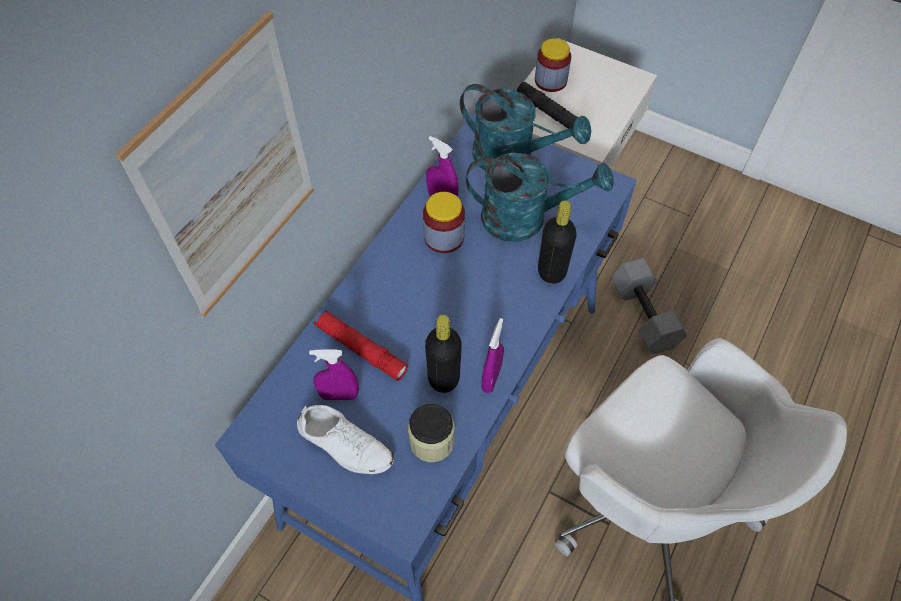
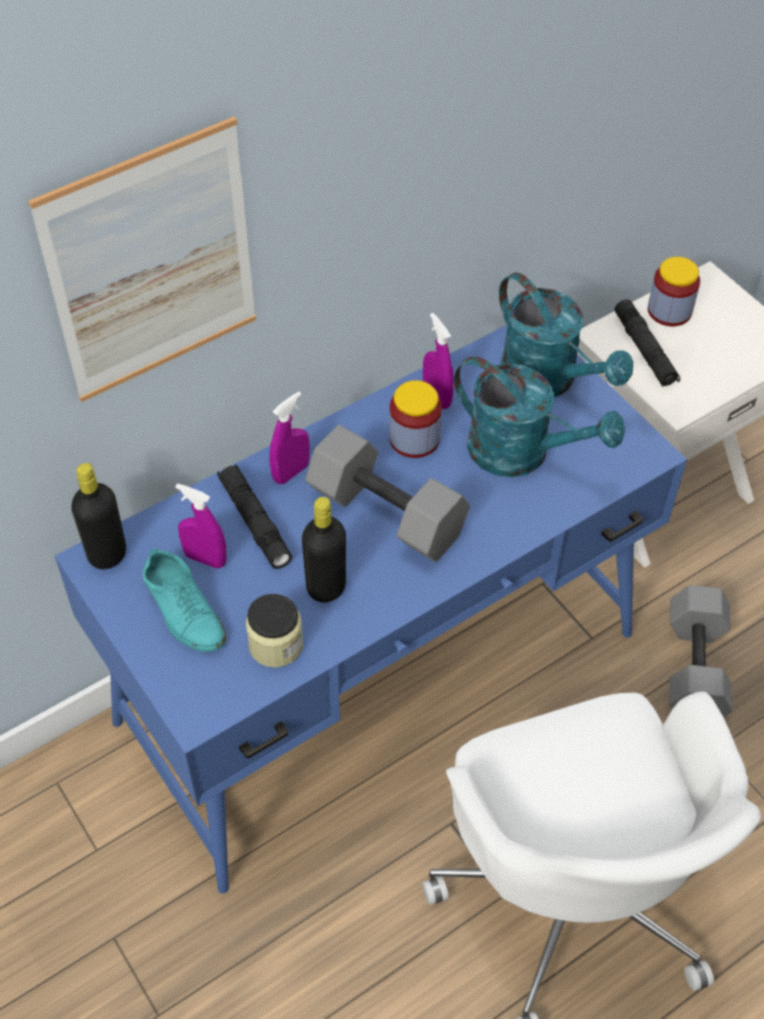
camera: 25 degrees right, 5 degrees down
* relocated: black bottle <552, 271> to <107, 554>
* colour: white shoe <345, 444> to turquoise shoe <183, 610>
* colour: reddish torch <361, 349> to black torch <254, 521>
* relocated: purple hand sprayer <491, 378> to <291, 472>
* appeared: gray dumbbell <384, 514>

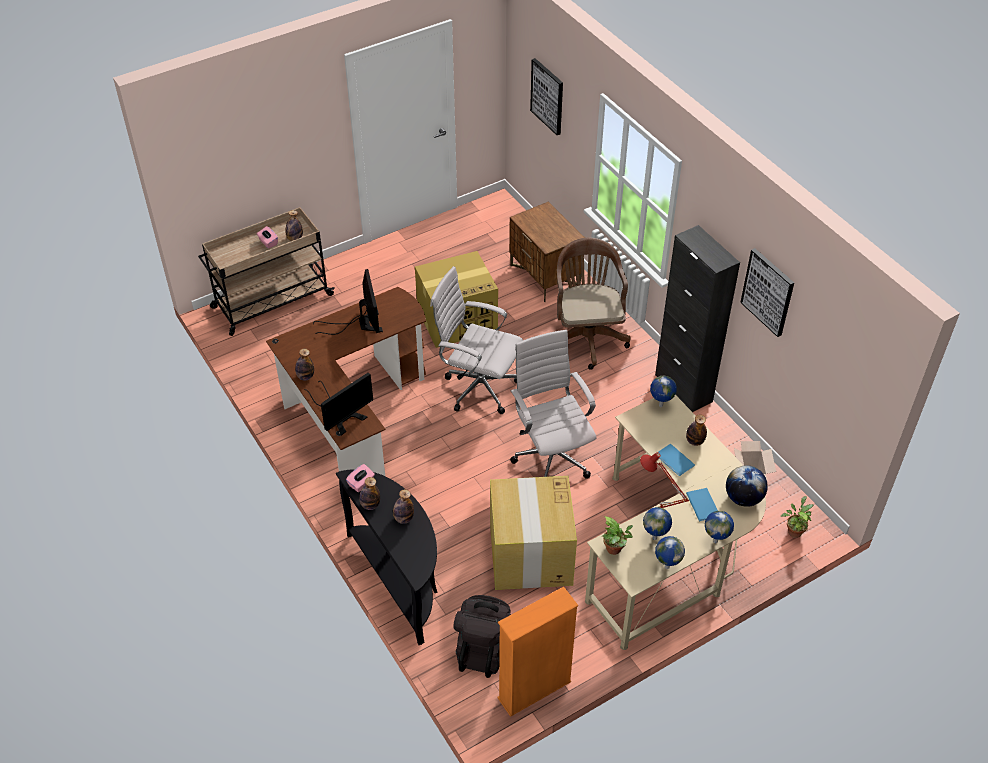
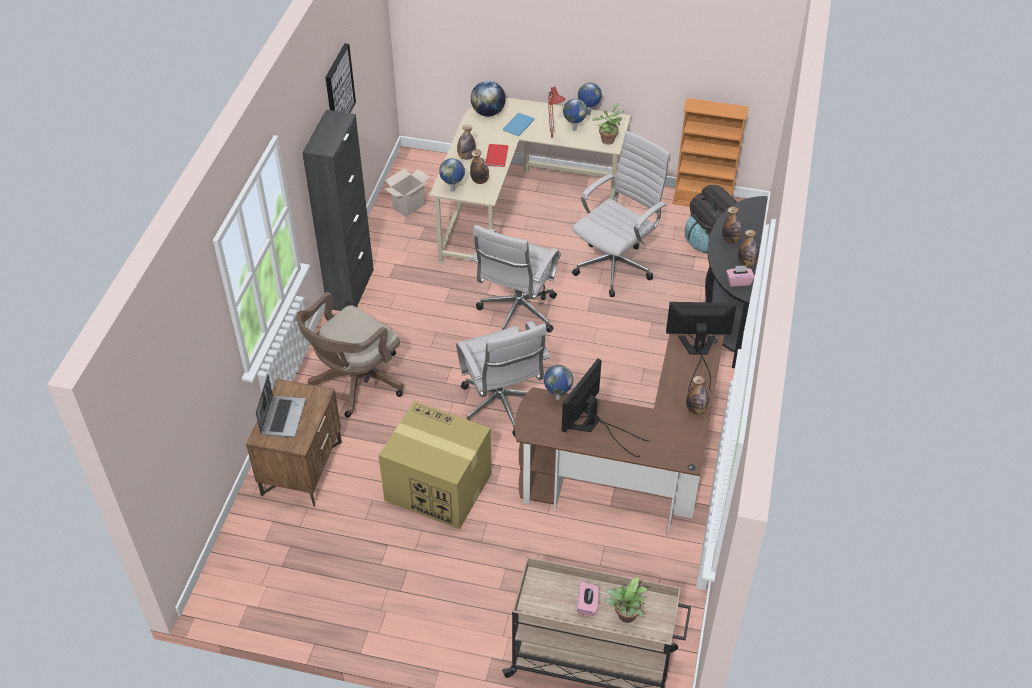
camera: 135 degrees left, 0 degrees up
* appeared: notebook computer <282, 416>
* relocated: bottle <295, 239> to <480, 181>
* colour: blue book <674, 461> to reddish book <497, 155>
* relocated: world globe <716, 541> to <557, 398>
* exchanged: cardboard box <530, 556> to white office chair <616, 266>
* relocated: houseplant <794, 530> to <625, 617>
* missing: wall art <547, 96>

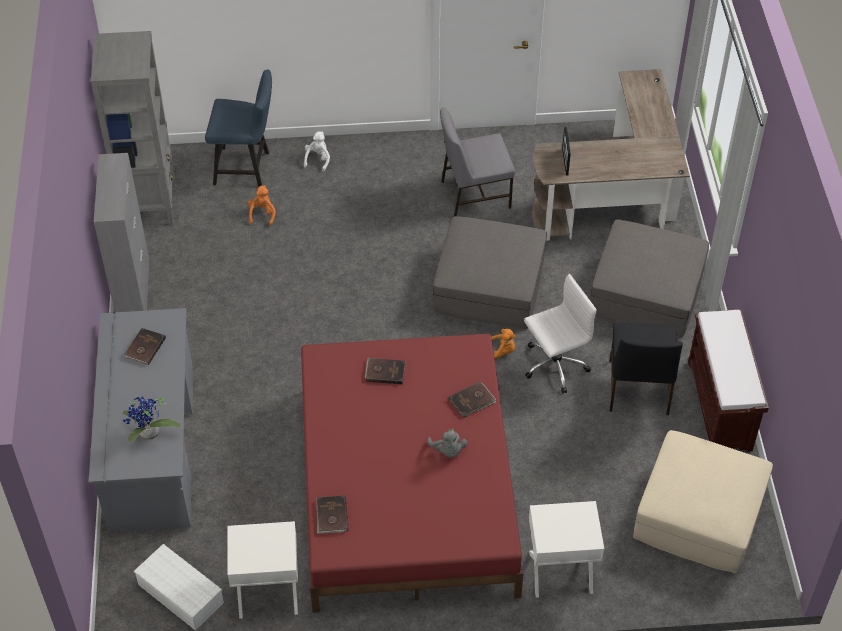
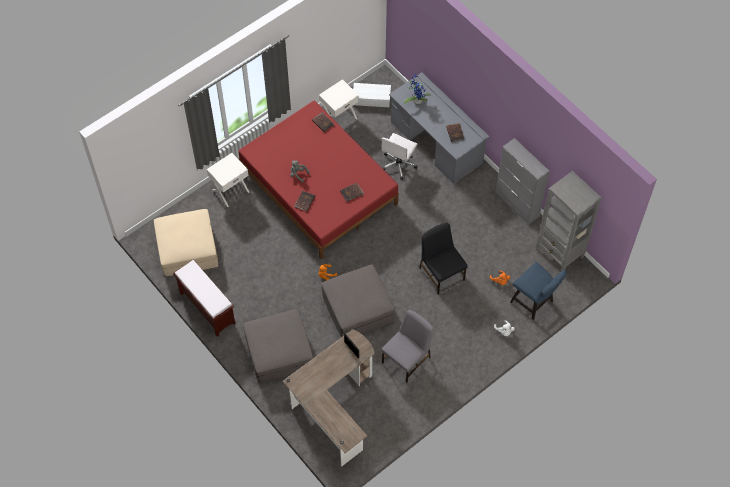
camera: 145 degrees right, 10 degrees up
* relocated: white office chair <554, 366> to <398, 164>
* relocated: black upright chair <638, 388> to <441, 273>
* spun: blue upright chair <246, 168> = <534, 303> 105 degrees counterclockwise

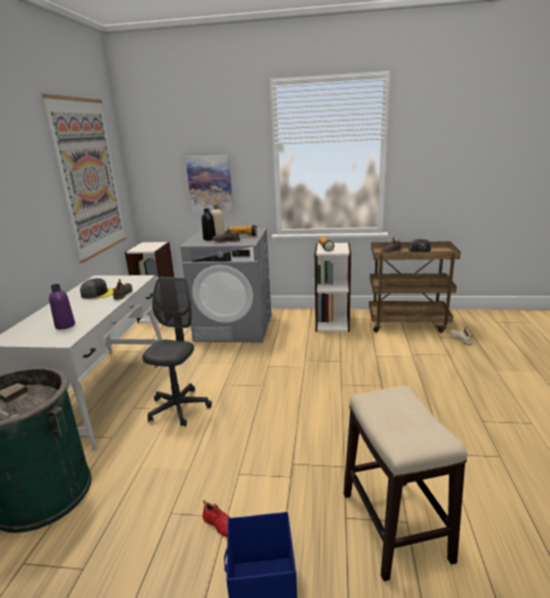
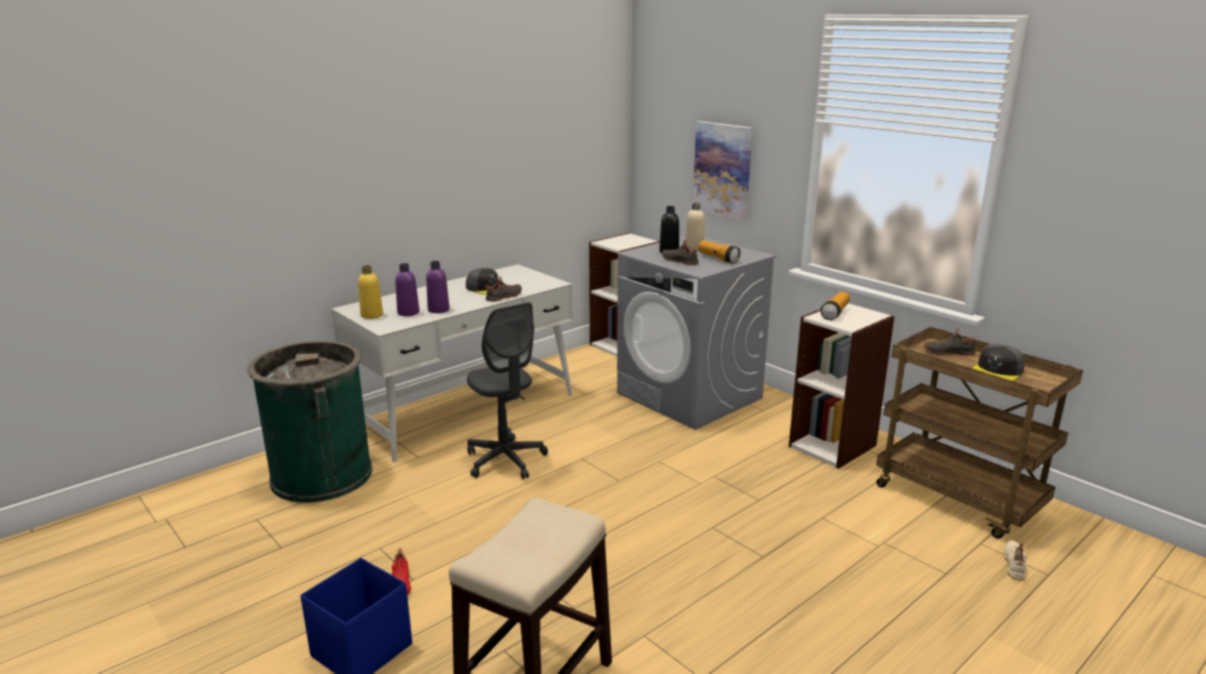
camera: 40 degrees right, 0 degrees up
* appeared: yellowish bottle <372, 315>
* appeared: purple bottle <438, 310>
* spun: gray office chair <179, 408> = <505, 460> 90 degrees clockwise
* missing: wall art <89, 178>

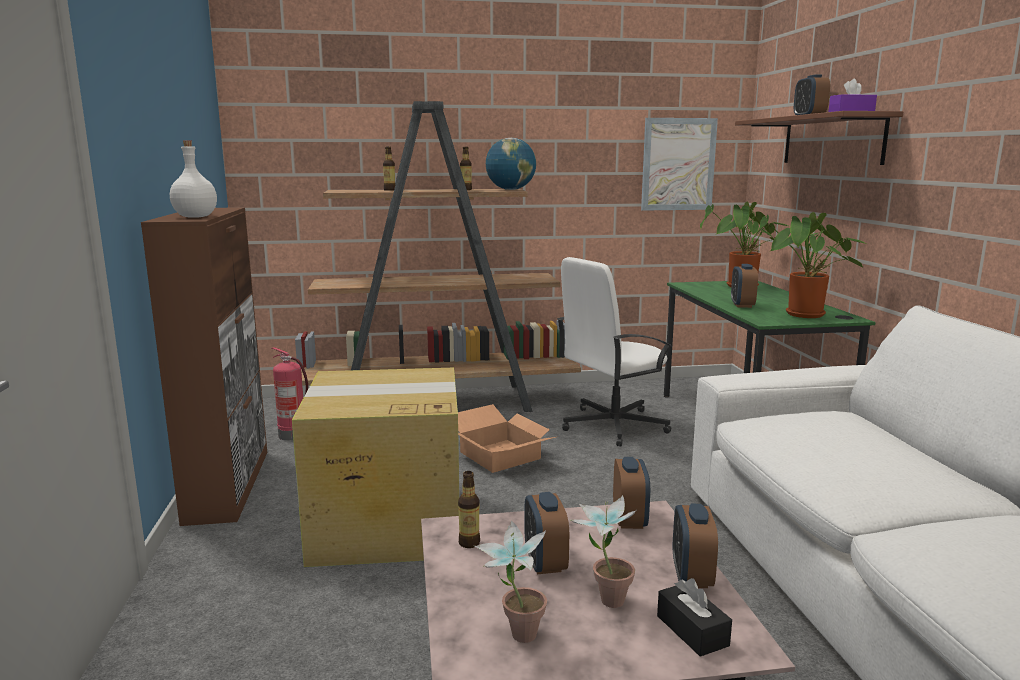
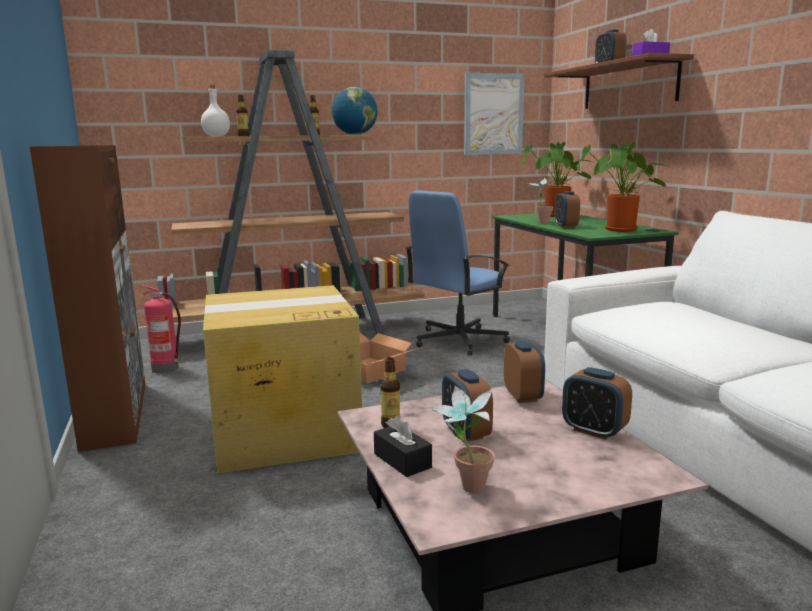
camera: 10 degrees left, 0 degrees up
* relocated: white bottle <195, 217> to <216, 136>
* relocated: black tissue box <692, 631> to <402, 461>
* colour: white office chair <612, 425> to blue office chair <458, 340>
* relocated: houseplant <604, 598> to <539, 222>
* spun: alarm clock <691, 576> = <594, 431> 45 degrees counterclockwise

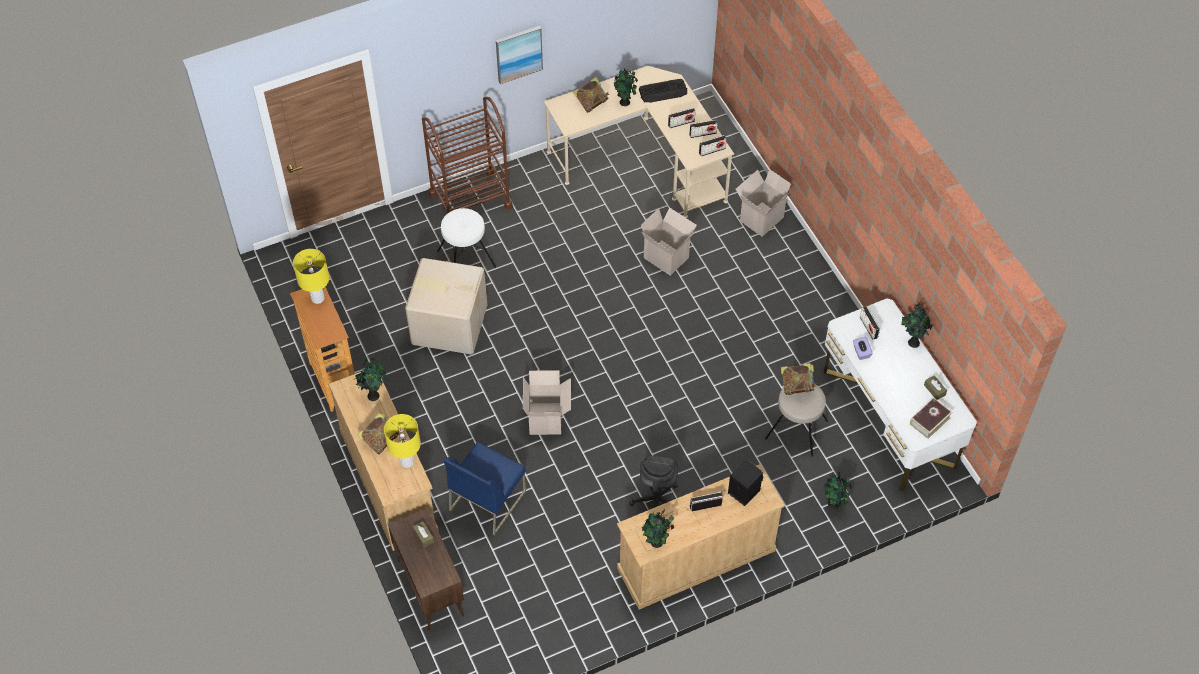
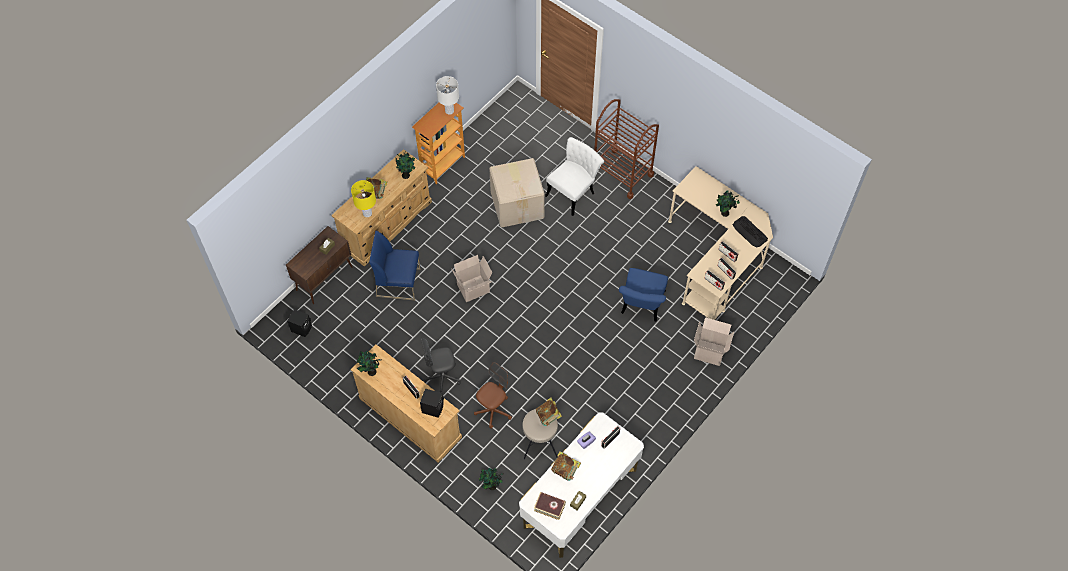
camera: 65 degrees right, 5 degrees up
* appeared: black speaker <302, 328>
* colour: yellowish table lamp <317, 298> to white table lamp <449, 110>
* appeared: brown office chair <493, 410>
* exchanged: white sitting stool <466, 258> to white upright chair <573, 191>
* relocated: book <591, 103> to <565, 470>
* exchanged: cardboard box <667, 257> to blue upright chair <641, 306>
* missing: wall art <518, 53>
* missing: houseplant <912, 342>

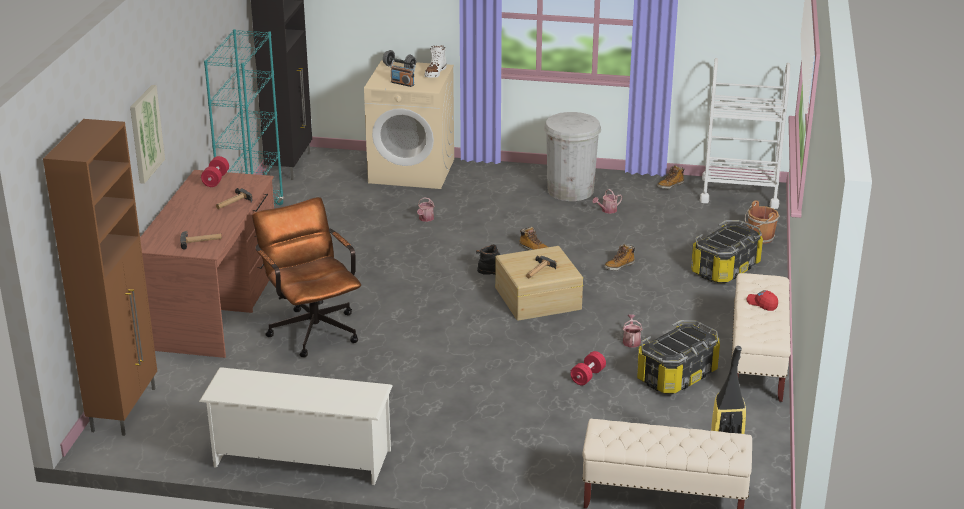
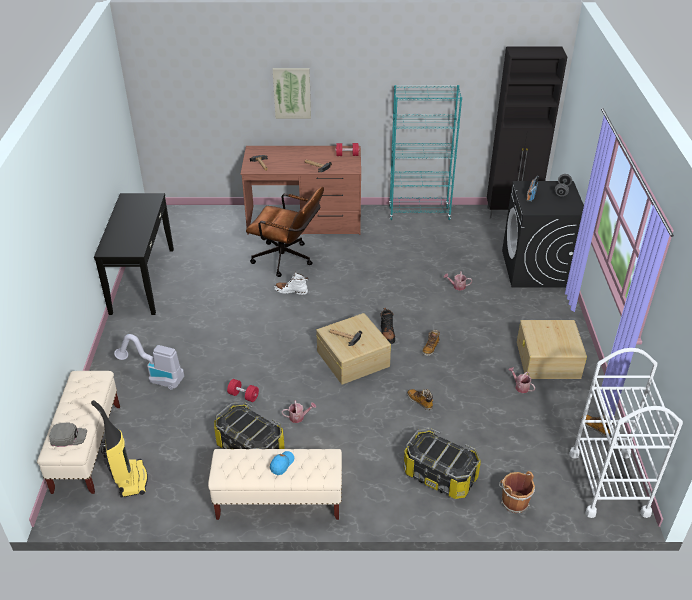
camera: 80 degrees right, 10 degrees up
* appeared: gray peaked cap <68, 437>
* exchanged: white shoe shelf <301, 458> to black hall table <142, 280>
* appeared: hoover <155, 377>
* spun: brown office chair <311, 327> = <287, 260> 60 degrees clockwise
* colour: reddish peaked cap <762, 304> to blue peaked cap <282, 464>
* relocated: white tall boot <435, 73> to <291, 291>
* colour: beige-coloured washing machine <412, 171> to black washing machine <535, 269>
* exchanged: white rubbish bin <570, 190> to beige-coloured storage container <548, 360>
* missing: brown cupboard <125, 409>

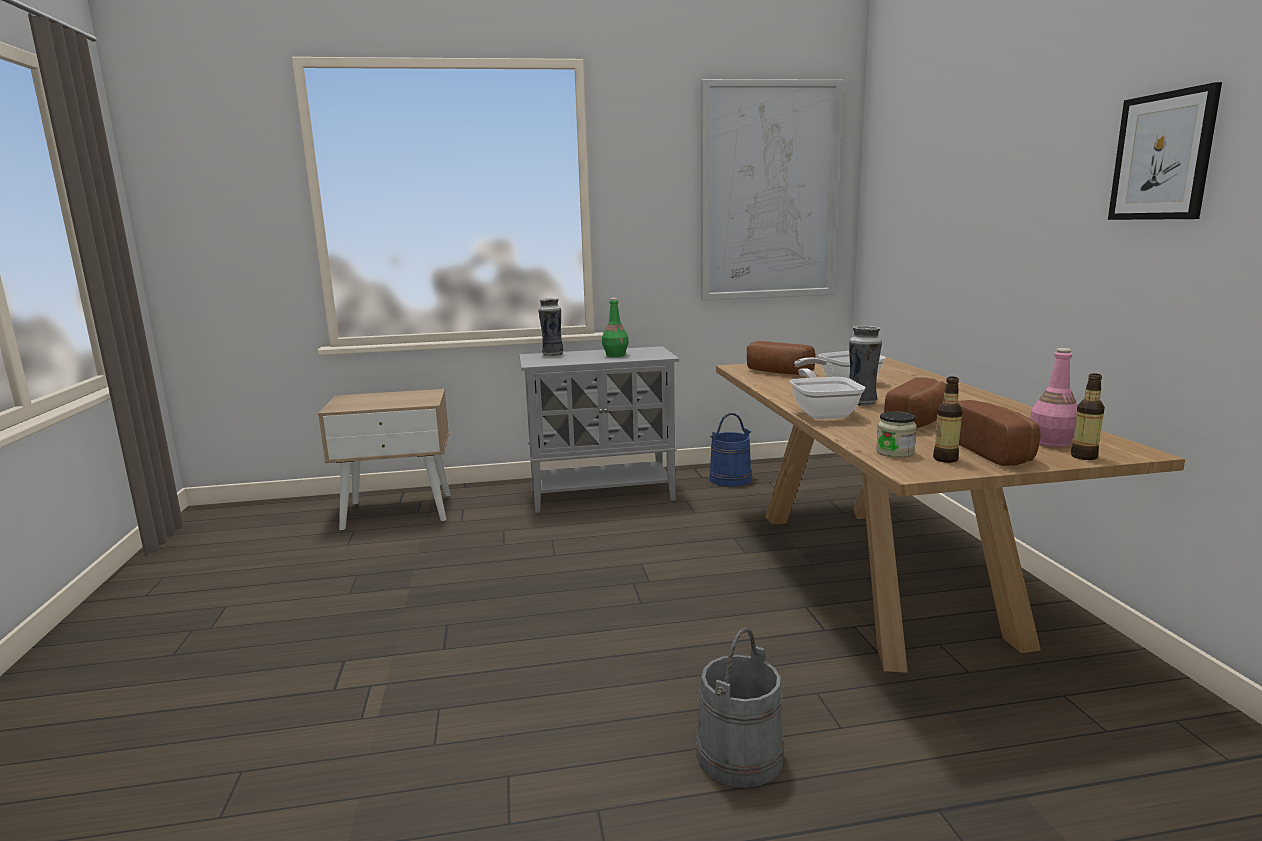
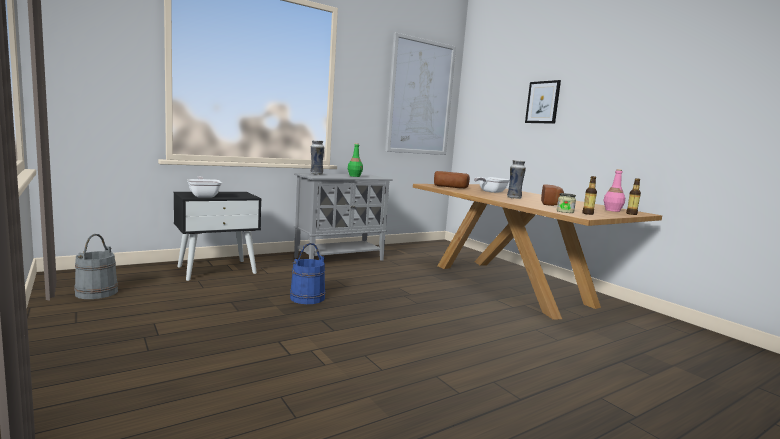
camera: 25 degrees left, 5 degrees down
* relocated: gray water bucket <740, 756> to <97, 292>
* colour: beige-coloured nightstand <398, 511> to black nightstand <217, 269>
* relocated: pan <823, 413> to <204, 196>
* relocated: blue water bucket <730, 479> to <307, 297>
* relocated: wall art <1162, 156> to <542, 102>
* missing: bread <994, 451>

